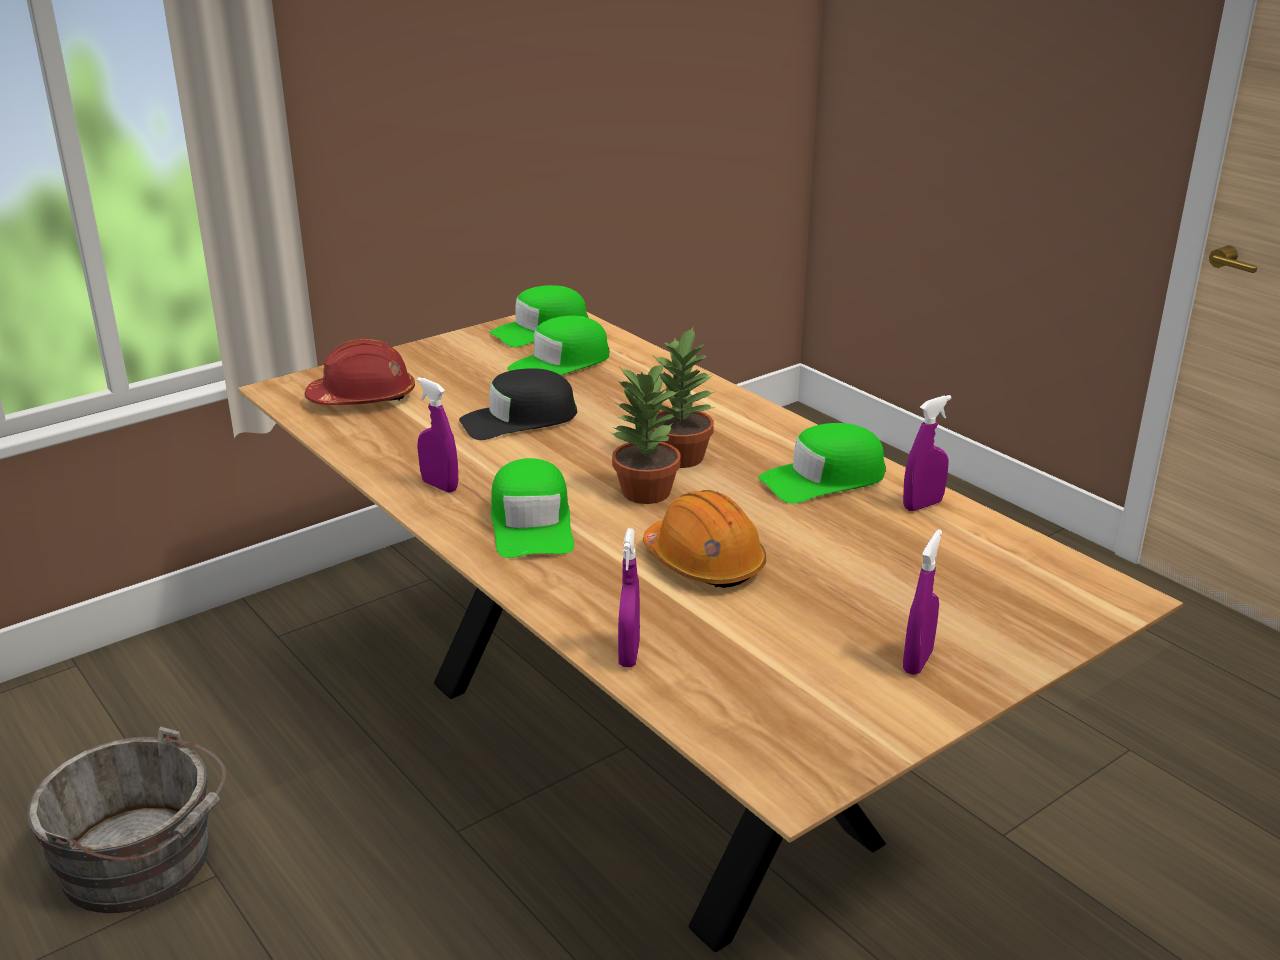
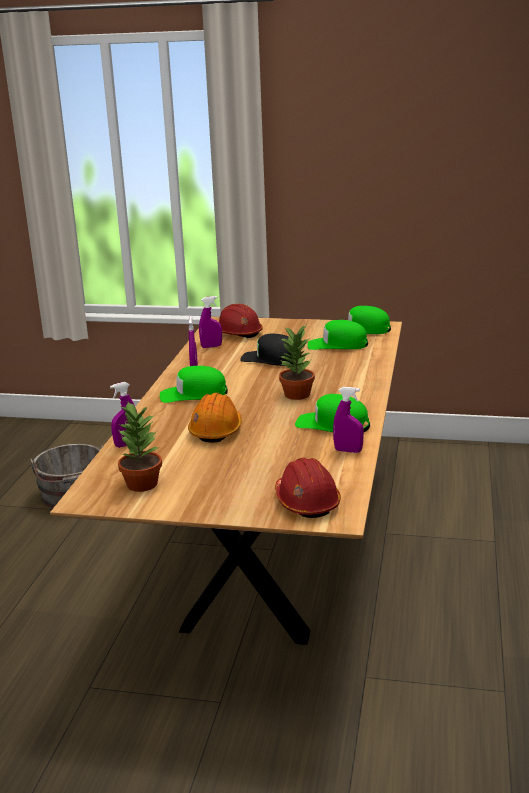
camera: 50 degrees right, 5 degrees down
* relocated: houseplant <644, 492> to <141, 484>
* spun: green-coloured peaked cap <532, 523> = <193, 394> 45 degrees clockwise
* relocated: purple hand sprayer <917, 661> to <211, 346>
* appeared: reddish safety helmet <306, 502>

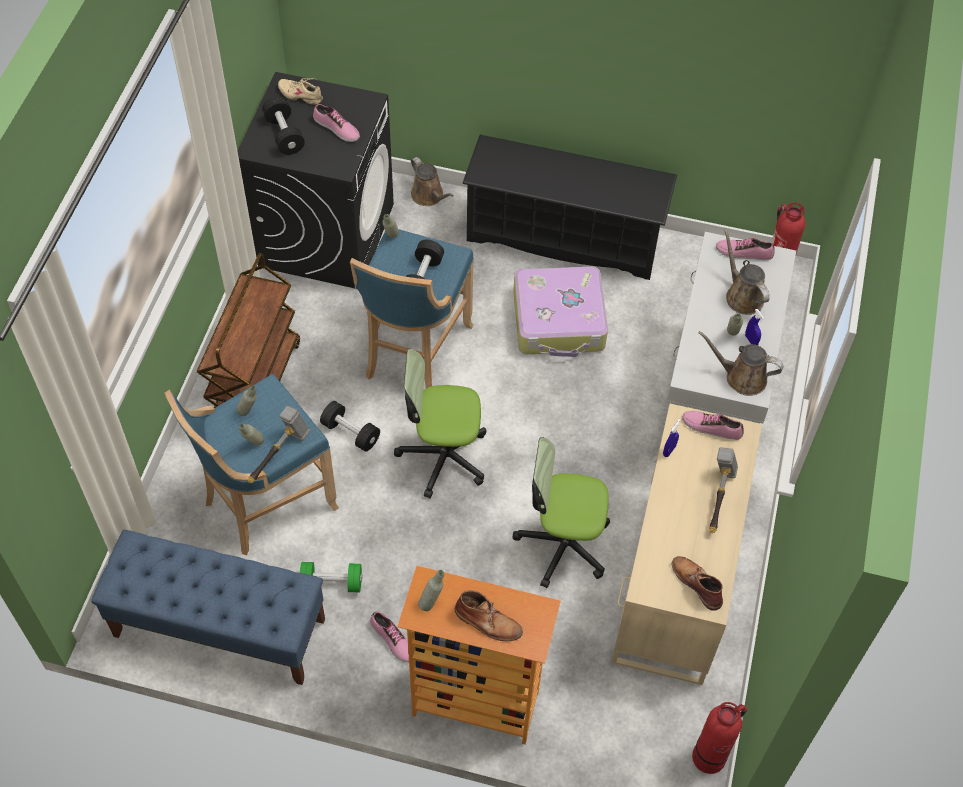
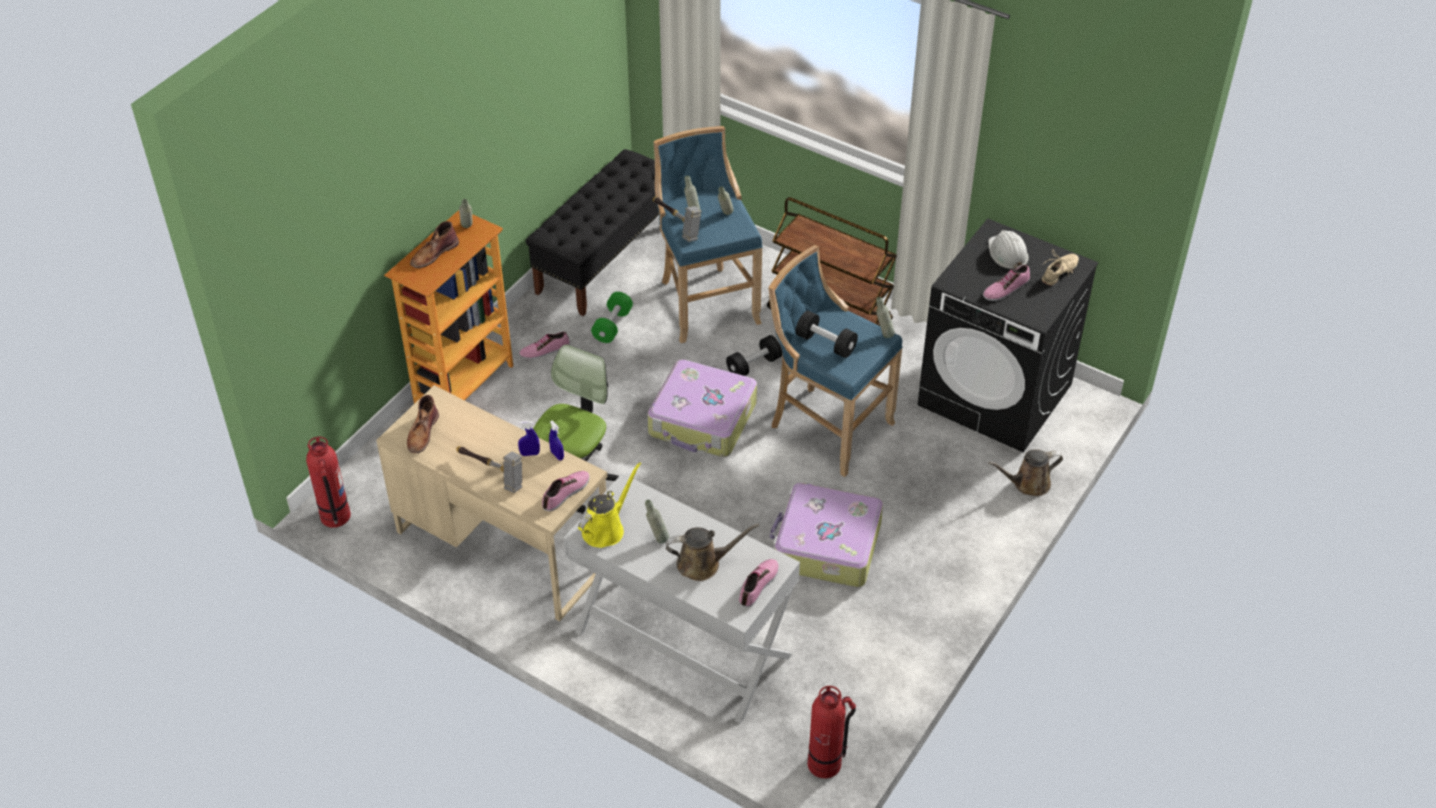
camera: 110 degrees right, 10 degrees down
* spun: brown tall boot <696, 583> = <422, 432> 120 degrees clockwise
* relocated: blue hand sprayer <751, 340> to <530, 454>
* colour: blue long seat <219, 627> to black long seat <606, 258>
* colour: brown watering can <741, 377> to yellowish watering can <606, 528>
* exchanged: office chair <443, 456> to suitcase <703, 420>
* exchanged: black dumbbell <284, 134> to white safety helmet <1007, 253>
* missing: black shoe shelf <564, 237>

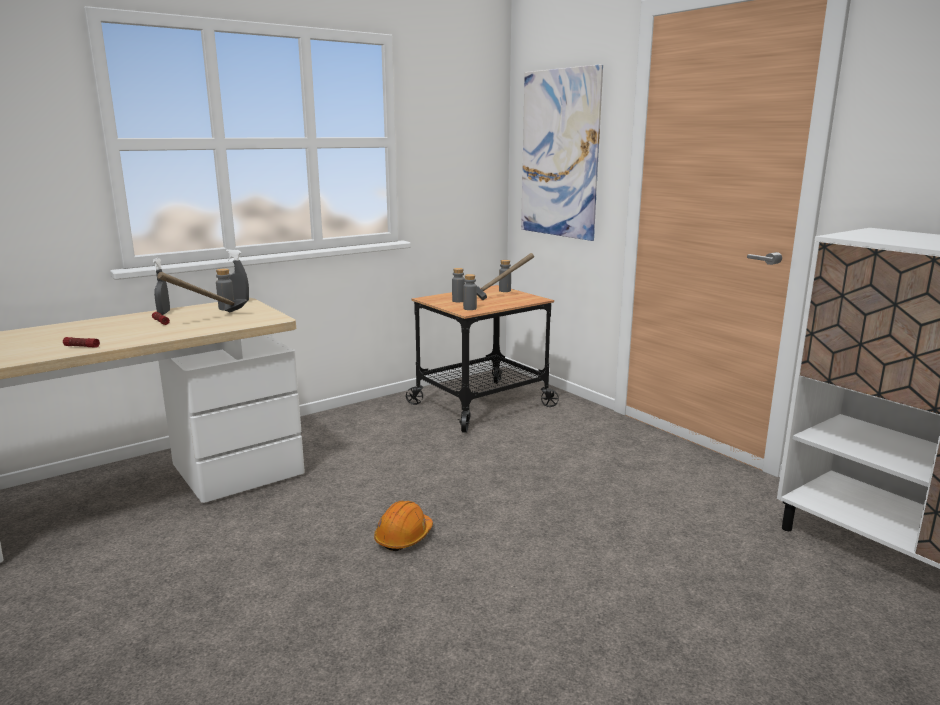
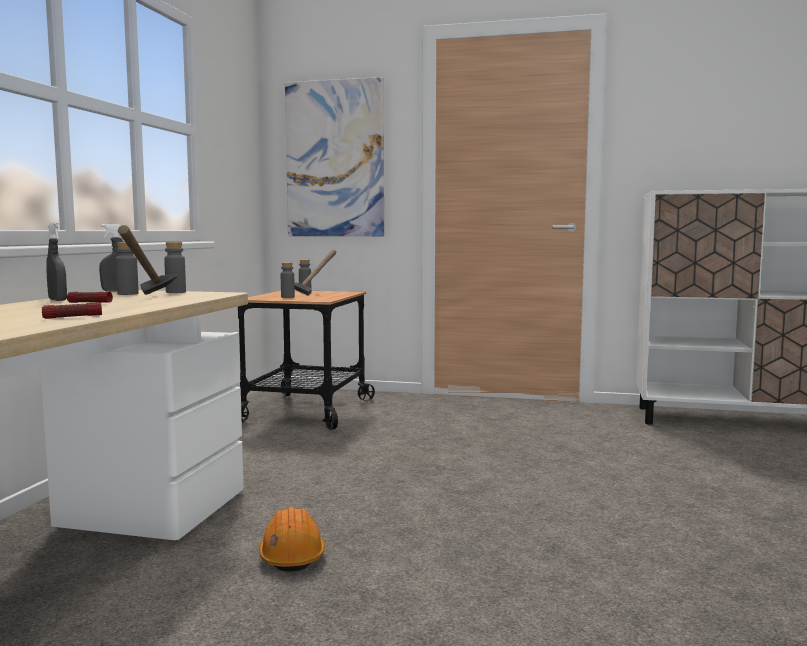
camera: 40 degrees left, 10 degrees down
* relocated: gray bottle <470, 308> to <176, 292>
* relocated: orange-coloured safety helmet <404, 537> to <292, 556>

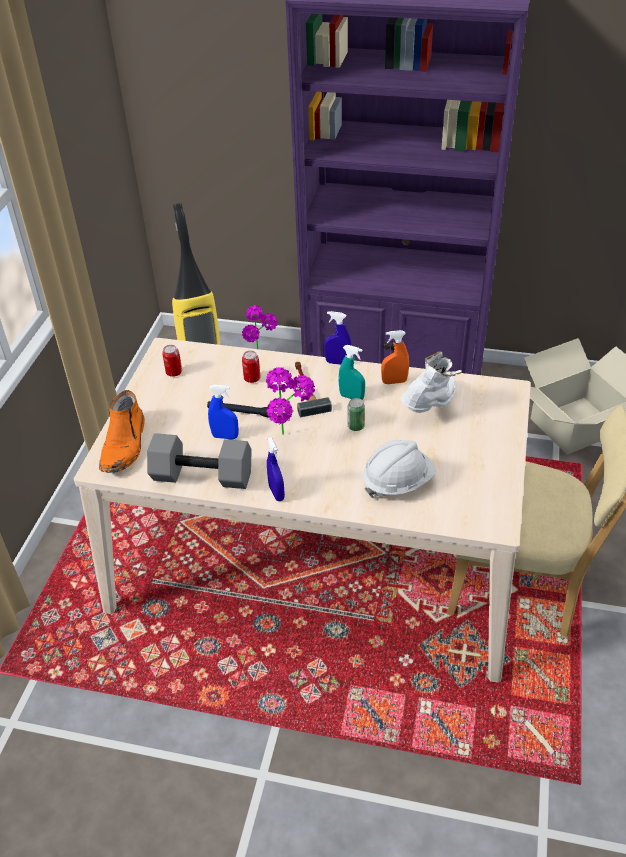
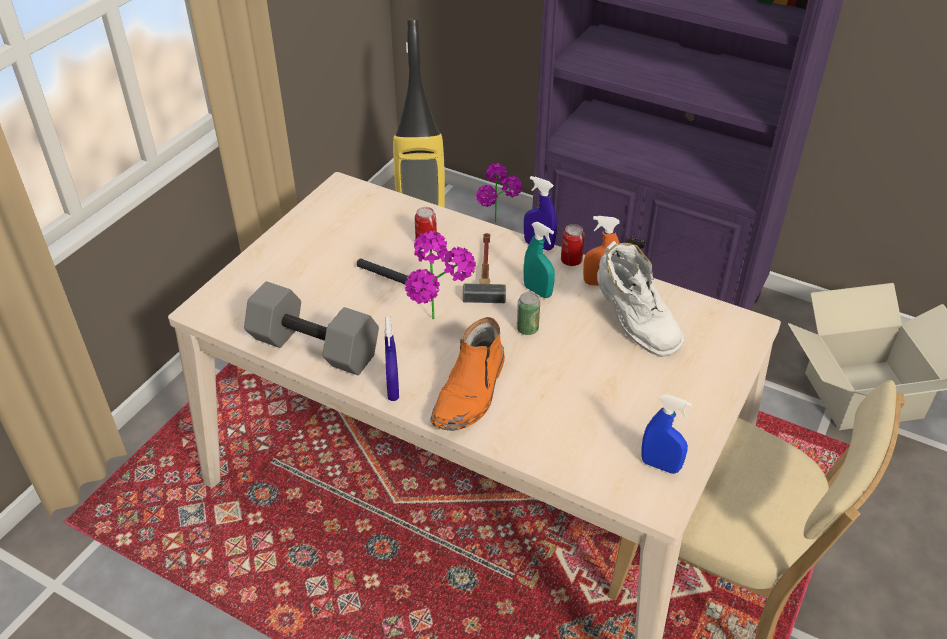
camera: 15 degrees right, 0 degrees up
* relocated: orange-coloured tall boot <125, 445> to <471, 392>
* relocated: sealed can <174, 372> to <571, 260>
* spun: white tall boot <430, 408> = <633, 326> 90 degrees clockwise
* relocated: blue hand sprayer <225, 436> to <660, 465>
* missing: white safety helmet <398, 482>

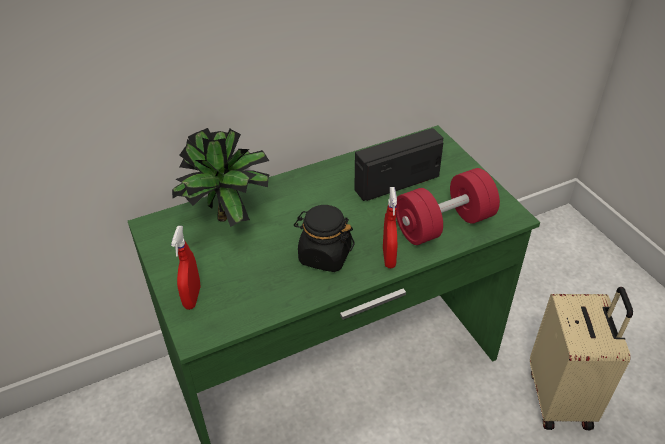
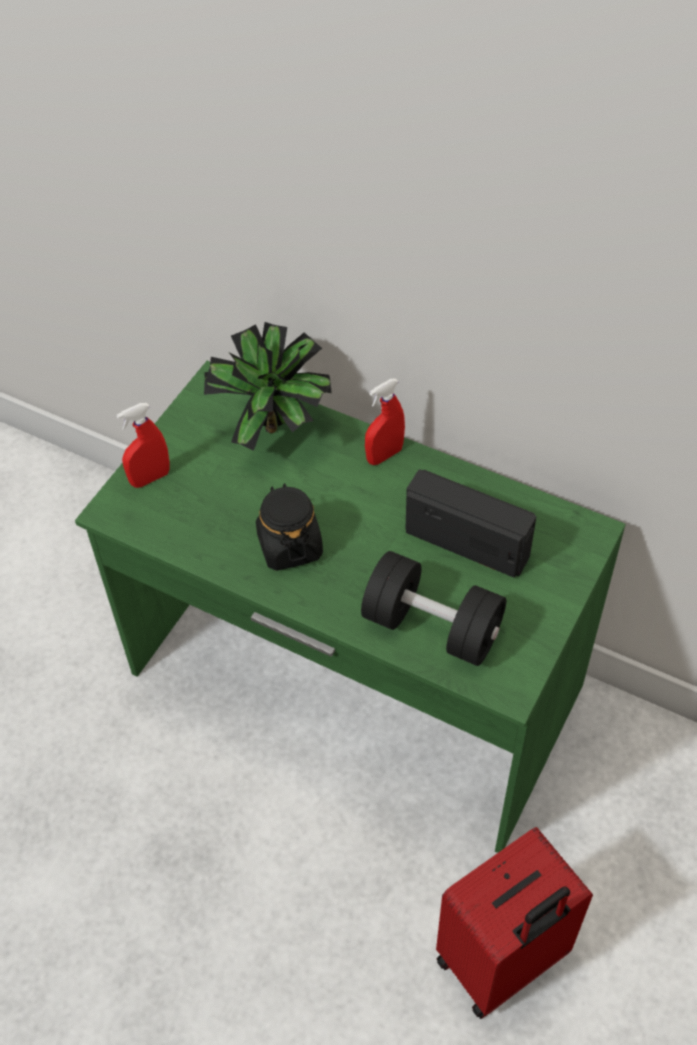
camera: 55 degrees right, 10 degrees up
* colour: reddish dumbbell <444, 224> to black dumbbell <432, 627>
* relocated: reddish hand sprayer <389, 258> to <384, 455>
* colour: beige-coloured suitcase <561, 398> to reddish suitcase <502, 961>

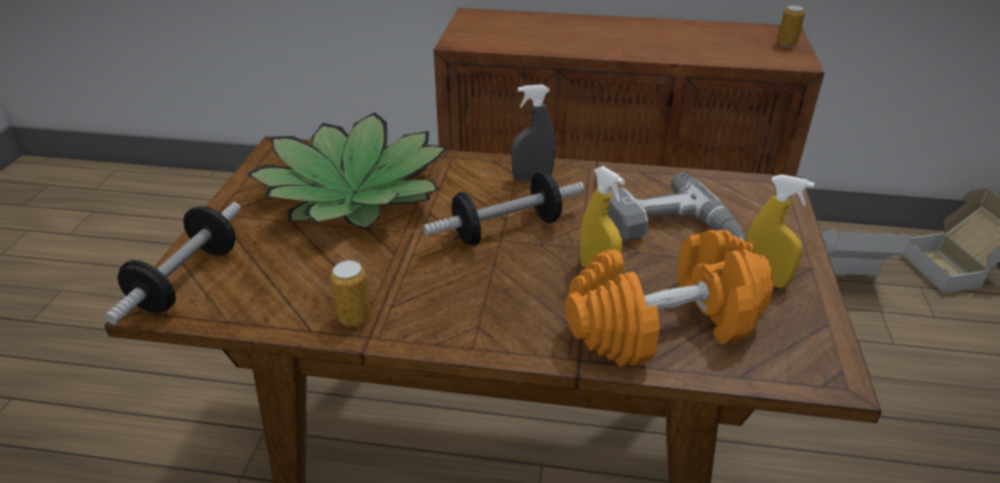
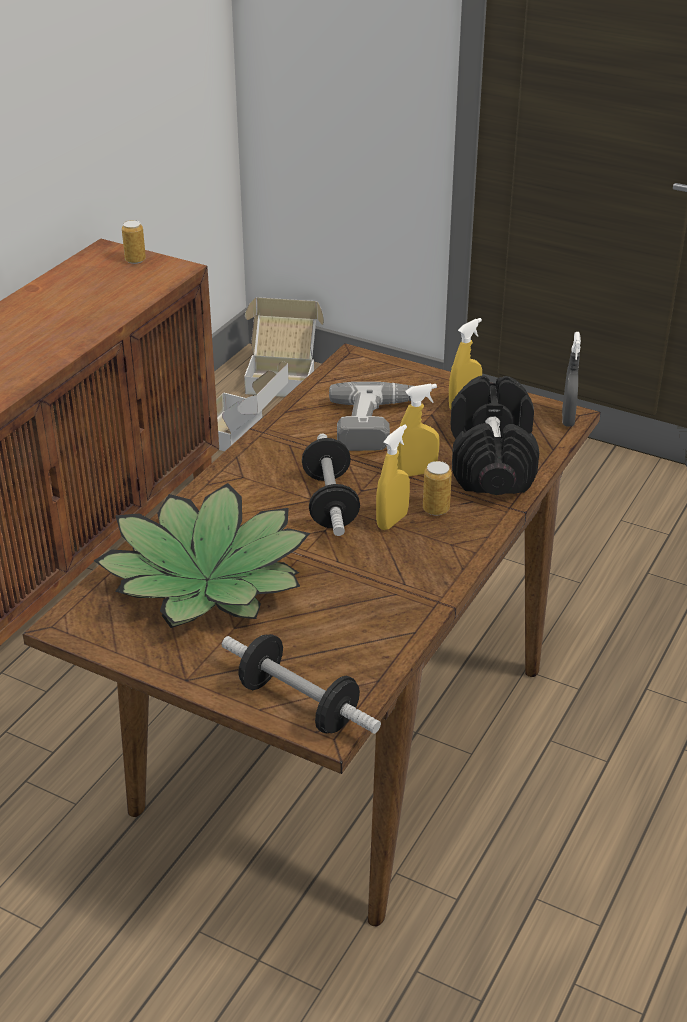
camera: 70 degrees left, 0 degrees up
* appeared: yellowish hand sprayer <392, 521>
* relocated: sealed can <354, 318> to <436, 509>
* colour: orange-coloured dumbbell <664, 325> to black dumbbell <491, 461>
* relocated: gray hand sprayer <532, 177> to <568, 419>

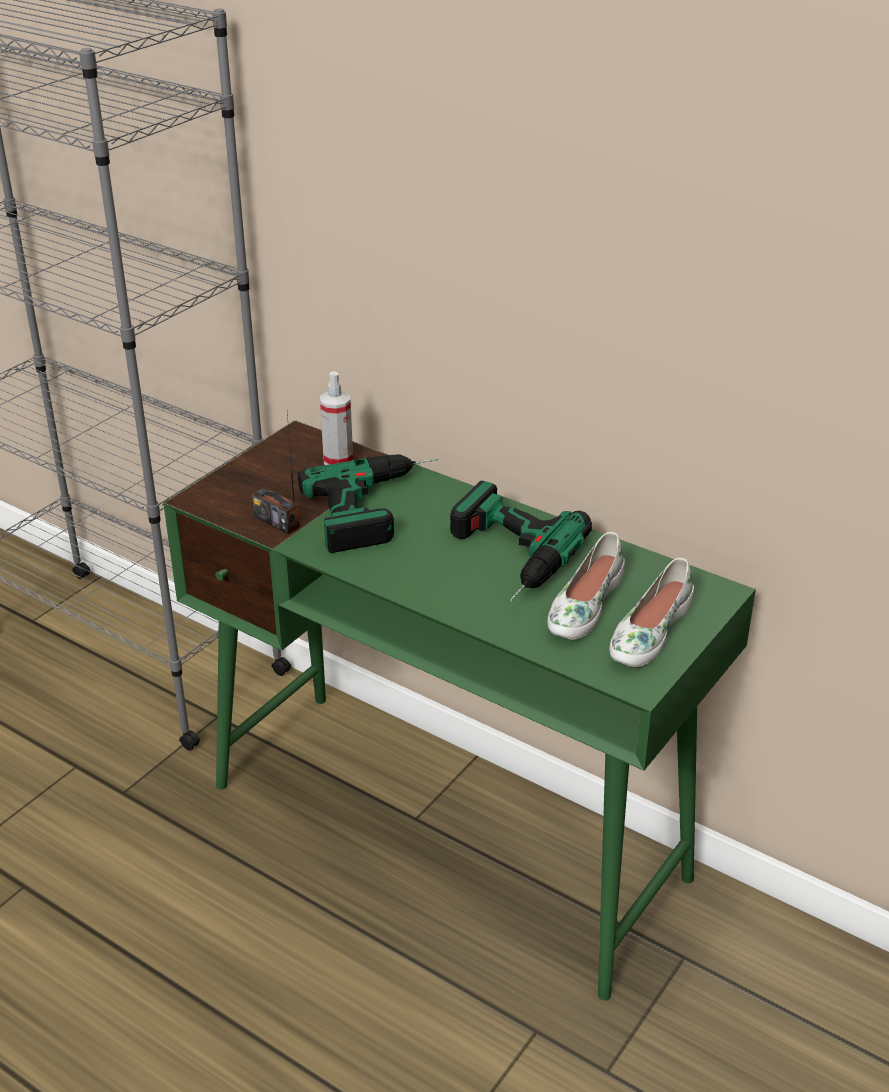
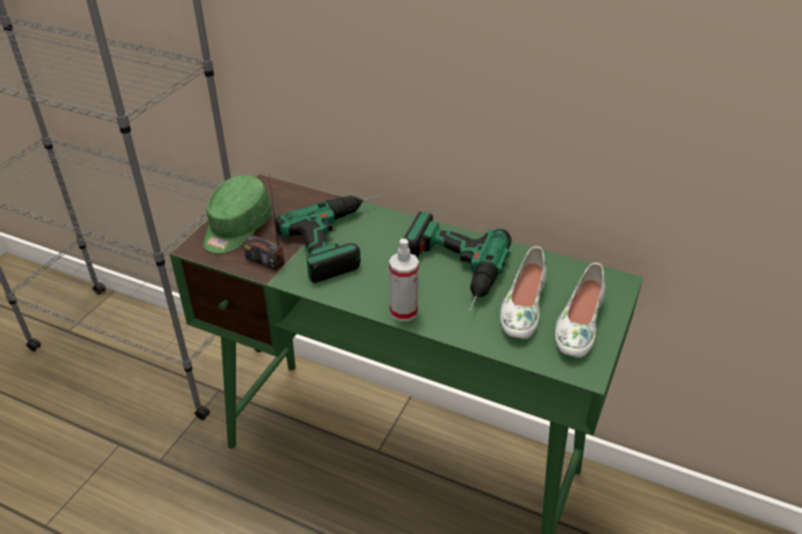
camera: 10 degrees left, 5 degrees up
* appeared: green-coloured peaked cap <236, 229>
* relocated: hand sprayer <338, 460> to <403, 311>

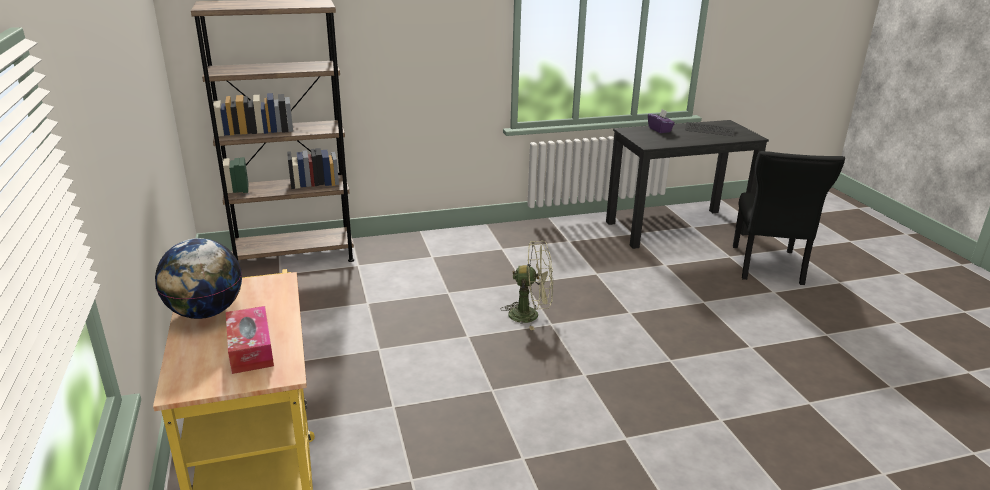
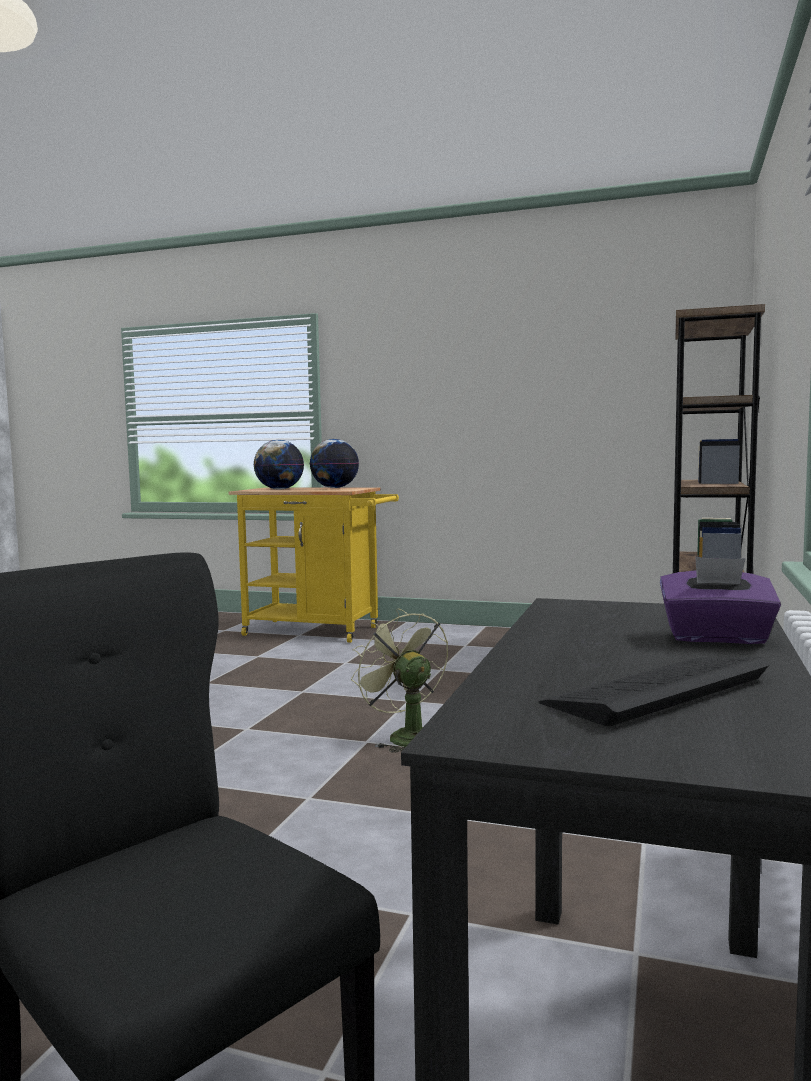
camera: 125 degrees right, 20 degrees down
* exchanged: tissue box <250, 349> to world globe <279, 489>
* spun: green-coloured cooling fan <530, 315> = <405, 736> 105 degrees clockwise

